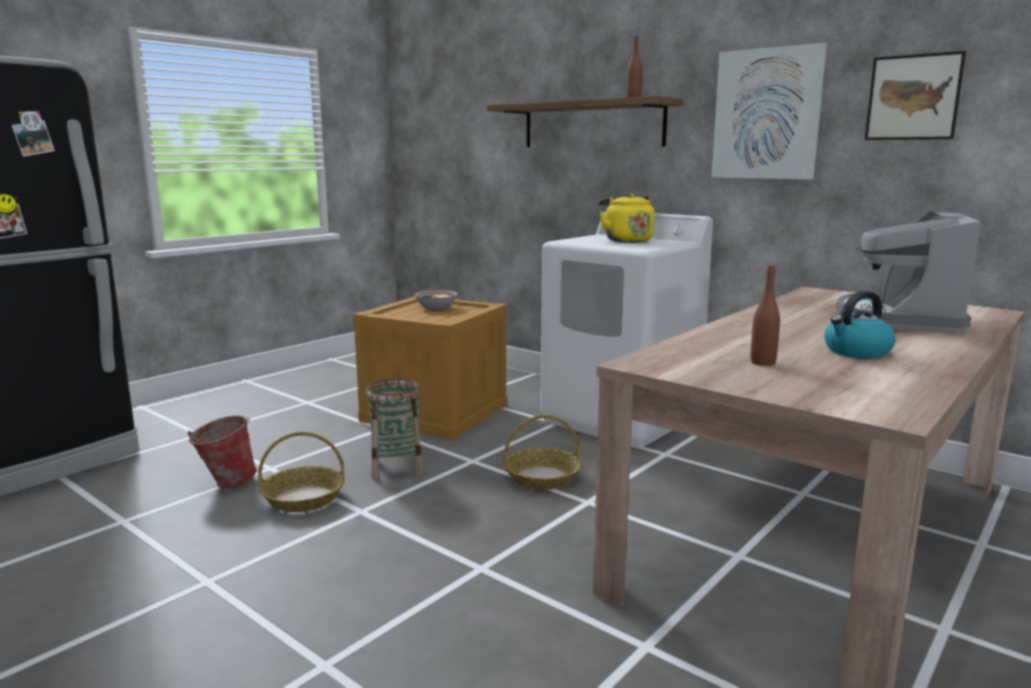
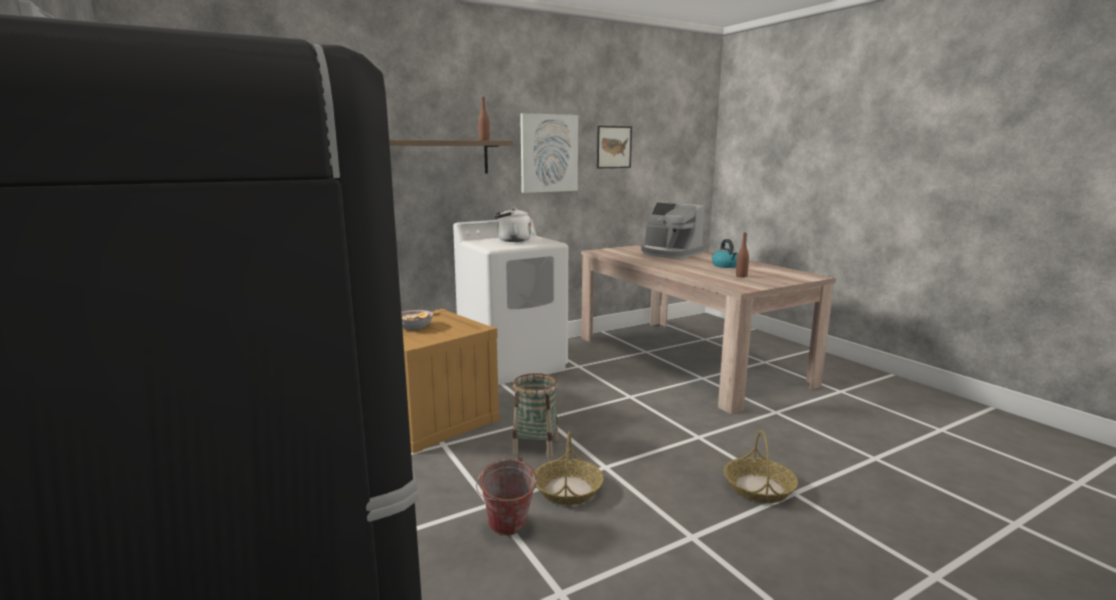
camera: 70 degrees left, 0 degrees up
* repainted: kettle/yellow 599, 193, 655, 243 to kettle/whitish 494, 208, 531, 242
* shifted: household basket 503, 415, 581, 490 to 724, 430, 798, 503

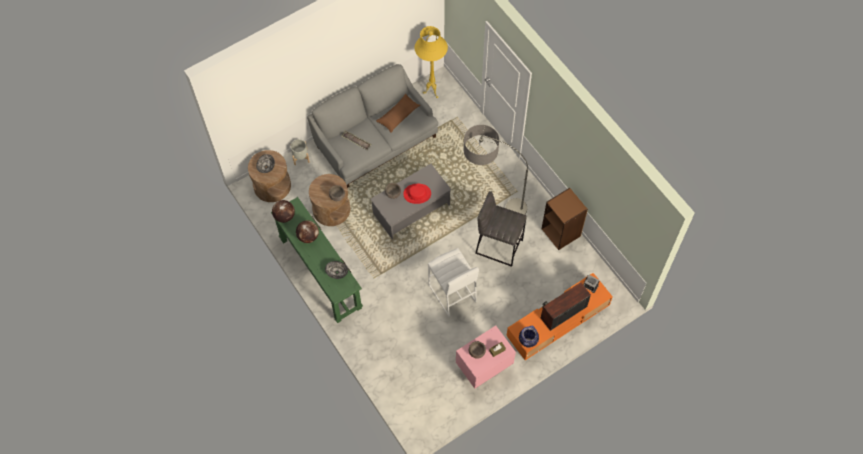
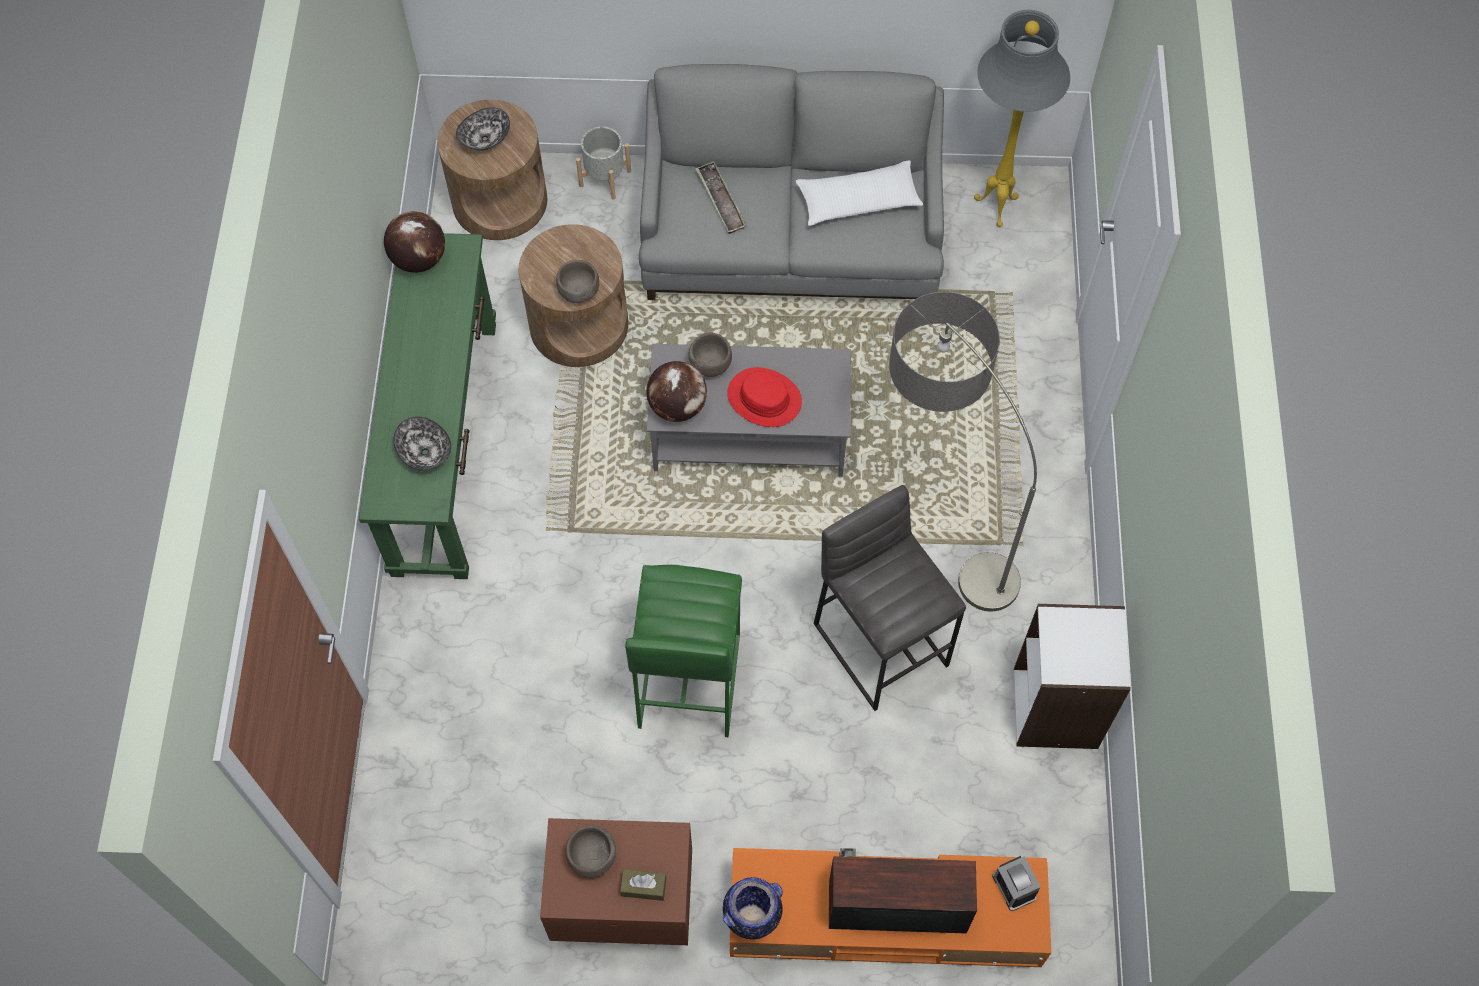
camera: 35 degrees right, 0 degrees up
* repainted: floor lamp/yellow 415, 26, 448, 98 to floor lamp/gray 974, 10, 1070, 227
* repainted: cushion/brown 376, 94, 420, 133 to cushion/whitish 796, 160, 923, 226
* repainted: bookshelf/brown 542, 188, 588, 250 to bookshelf/whitish 1014, 604, 1131, 749
* shifted: world globe 296, 220, 319, 243 to 646, 361, 707, 422
* repainted: sitting stool/whitish 428, 248, 479, 317 to sitting stool/green 625, 565, 742, 737
* repainted: night table/pink 456, 326, 516, 389 to night table/brown 540, 818, 692, 945

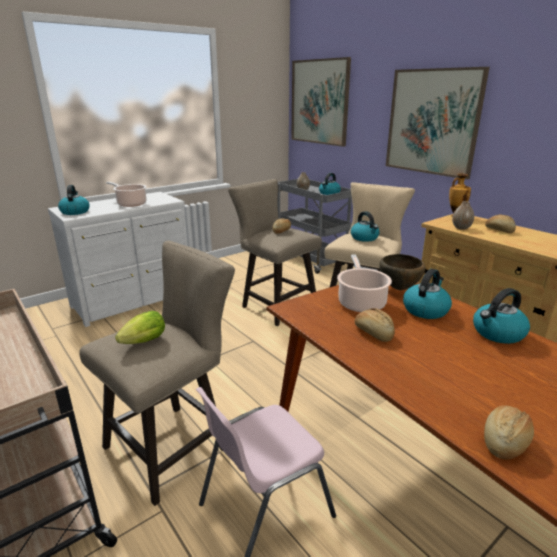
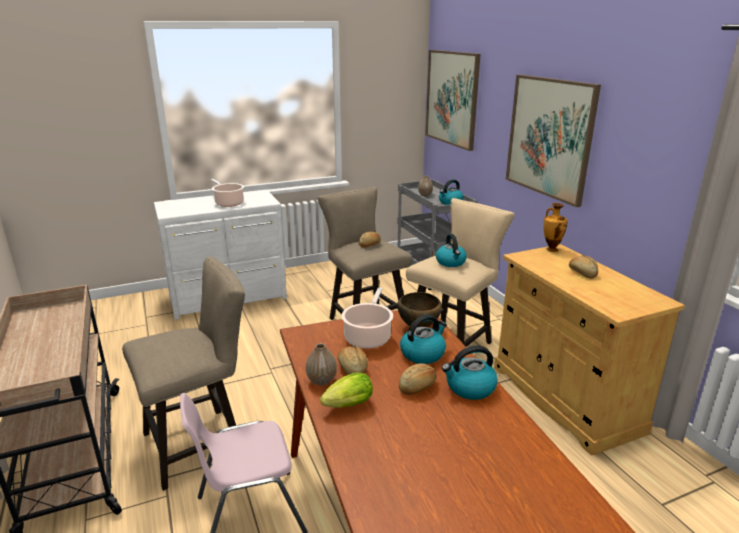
camera: 15 degrees right, 0 degrees up
* gone: kettle 58, 185, 89, 215
* shifted: vase 452, 201, 474, 230 to 306, 343, 337, 386
* shifted: lettuce 115, 311, 165, 344 to 320, 372, 373, 408
* shifted: baked bread 484, 405, 534, 459 to 399, 363, 437, 395

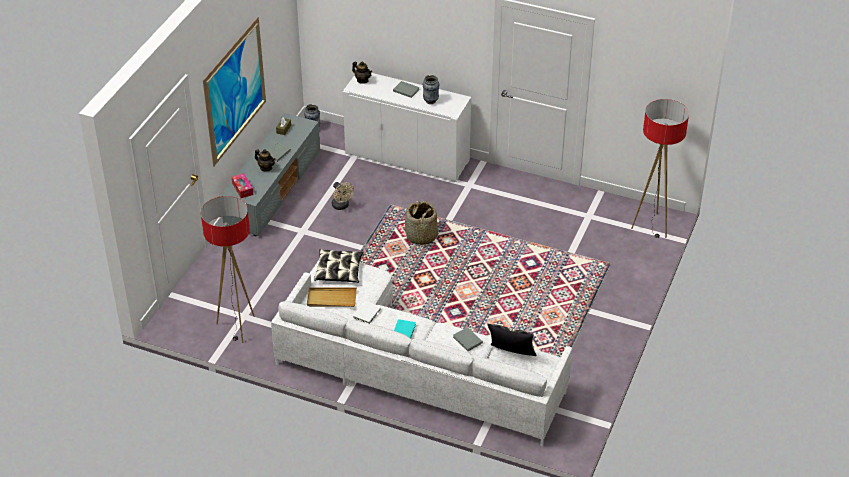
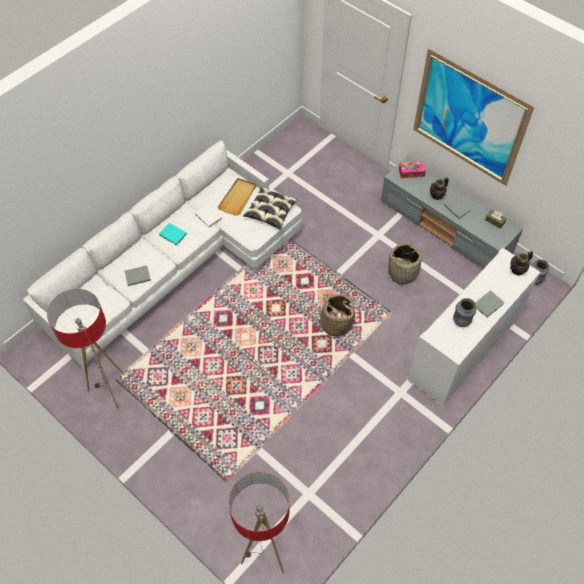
camera: 110 degrees right, 15 degrees up
* swapped: electric fan/beige-coloured 332, 182, 354, 210 to household basket 388, 243, 426, 285
* shifted: floor lamp 201, 196, 254, 343 to 47, 289, 125, 410
* gone: cushion 488, 324, 536, 356

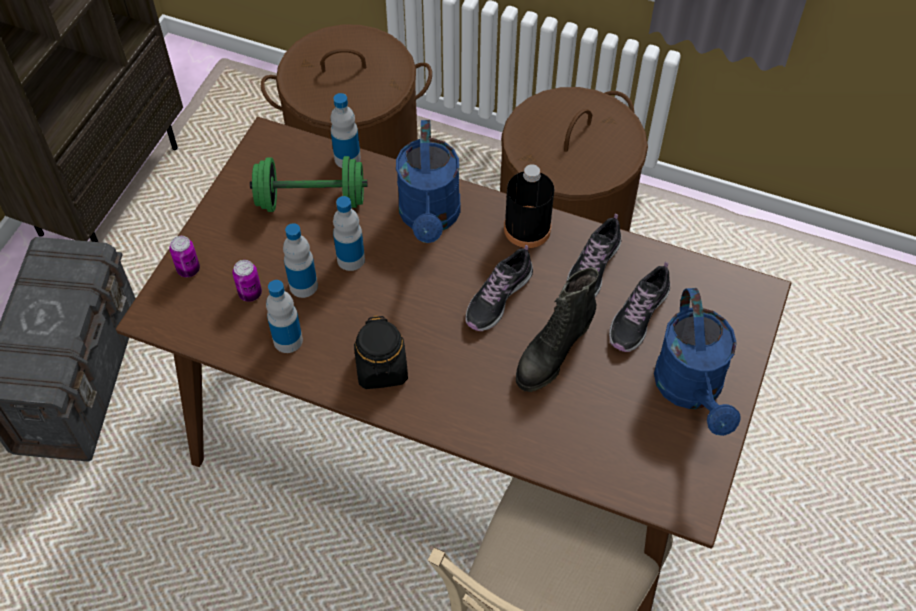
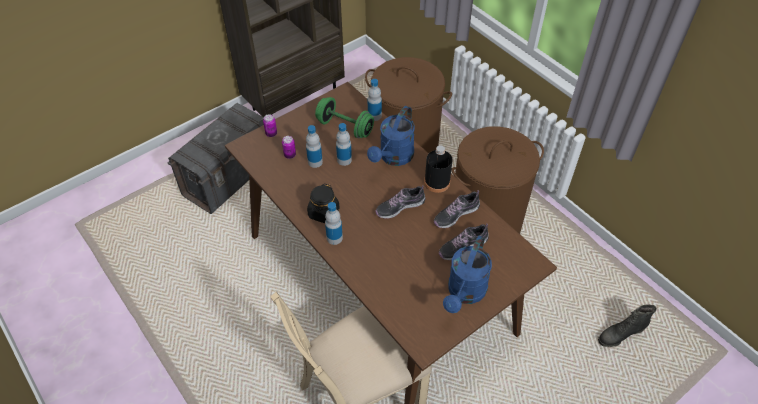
camera: 30 degrees right, 5 degrees down
* shifted: high-top boot/black 516, 267, 599, 392 to 598, 304, 657, 347
* shifted: drink bottle 266, 280, 303, 353 to 325, 202, 343, 245

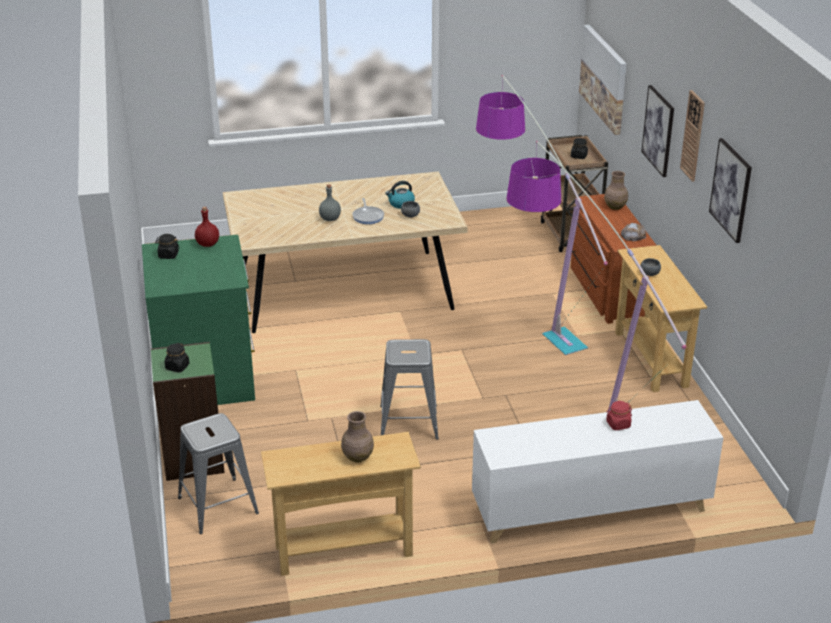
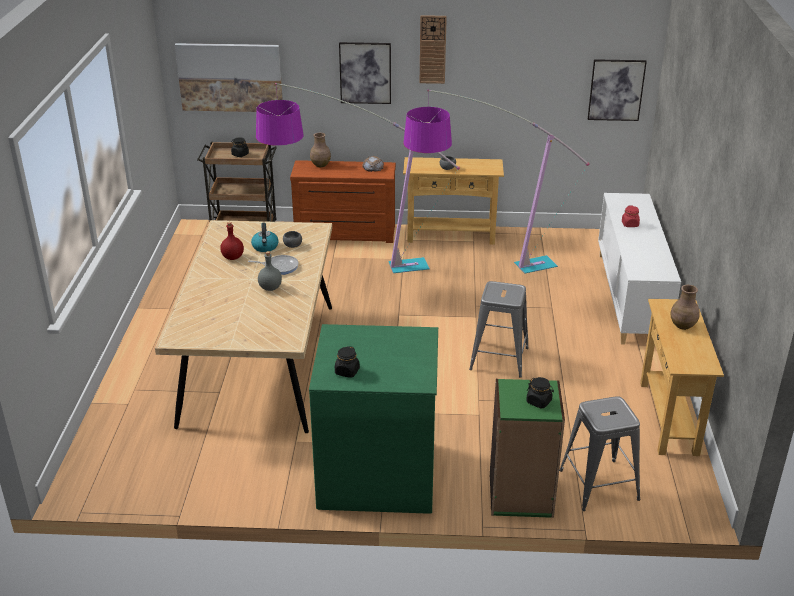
camera: 75 degrees left, 0 degrees up
* shifted: wall art 709, 138, 752, 243 to 588, 59, 647, 121
* shifted: drink bottle/red 195, 207, 219, 247 to 220, 222, 244, 260

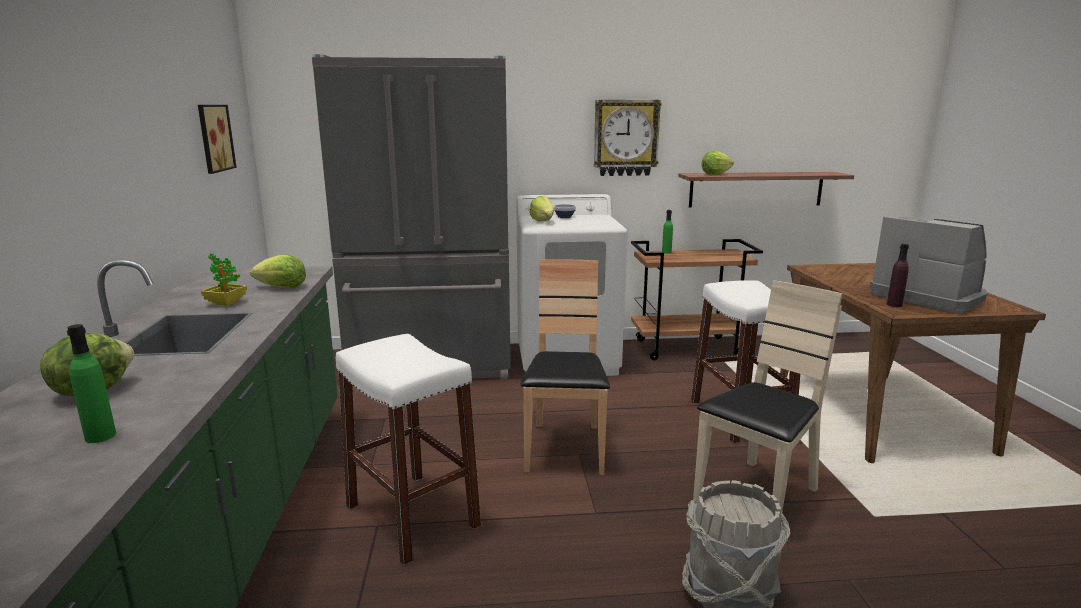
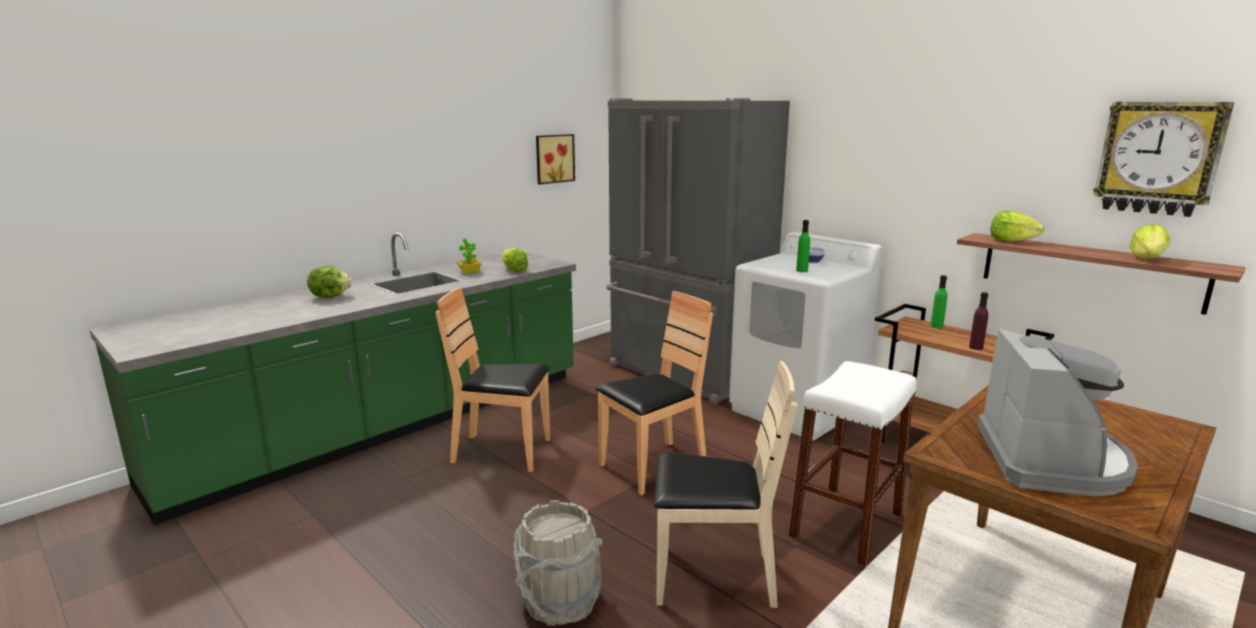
camera: 50 degrees right, 0 degrees up
* shifted: hanging clock 594, 100, 662, 176 to 1093, 102, 1234, 217
* shifted: lettuce 530, 196, 554, 222 to 1129, 224, 1170, 259
* shifted: drink bottle/purplish 887, 244, 909, 307 to 969, 292, 988, 350
* shifted: drink bottle/green 67, 324, 116, 443 to 796, 220, 810, 272
* swapped: sitting stool/whitish 336, 334, 481, 565 to upright chair/brown 435, 287, 550, 472

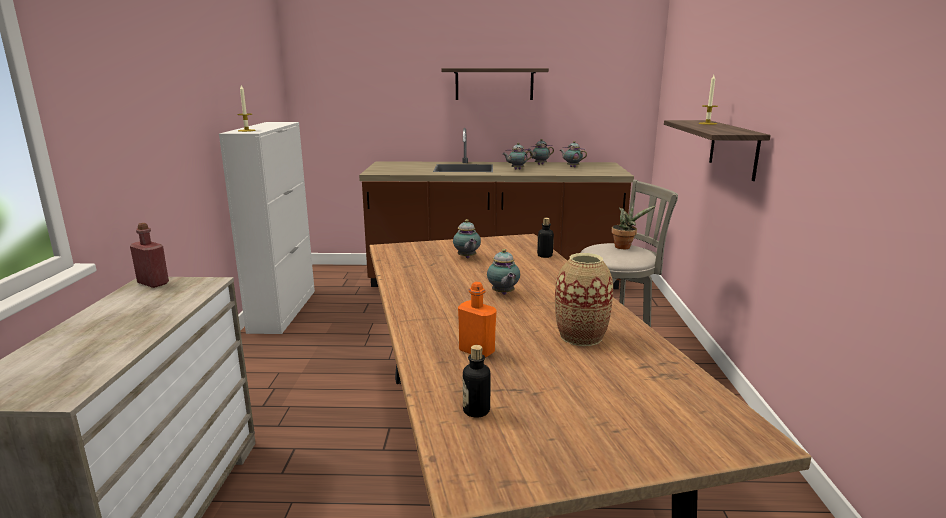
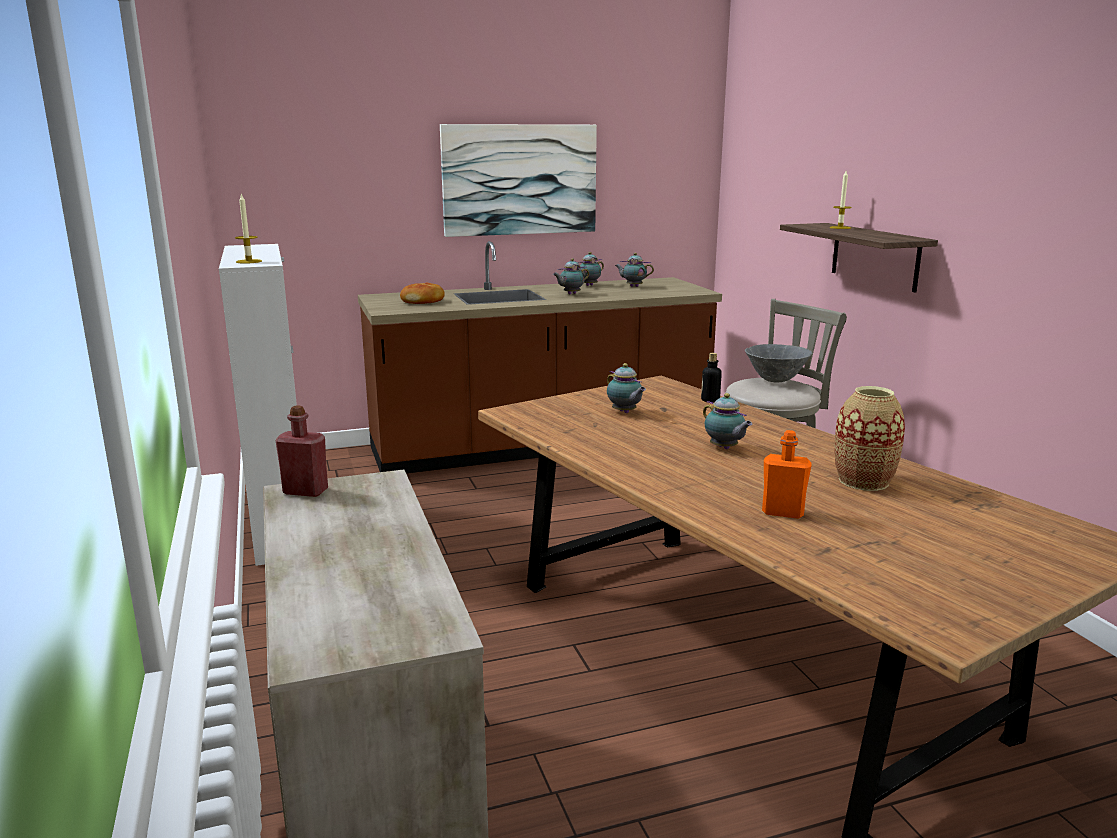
camera: 20 degrees left, 0 degrees up
* swapped: wall shelf 441, 68, 549, 100 to wall art 440, 124, 597, 237
* swapped: potted plant 612, 202, 656, 249 to serving bowl/gray 745, 344, 812, 383
* gone: drink bottle 463, 345, 491, 418
* new: baked bread 400, 283, 445, 304

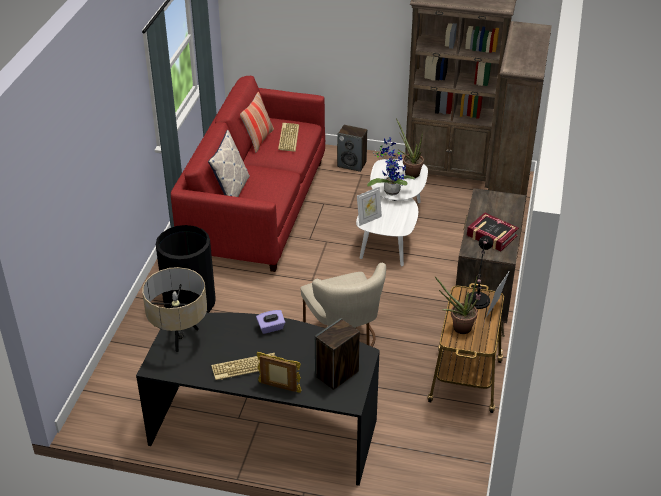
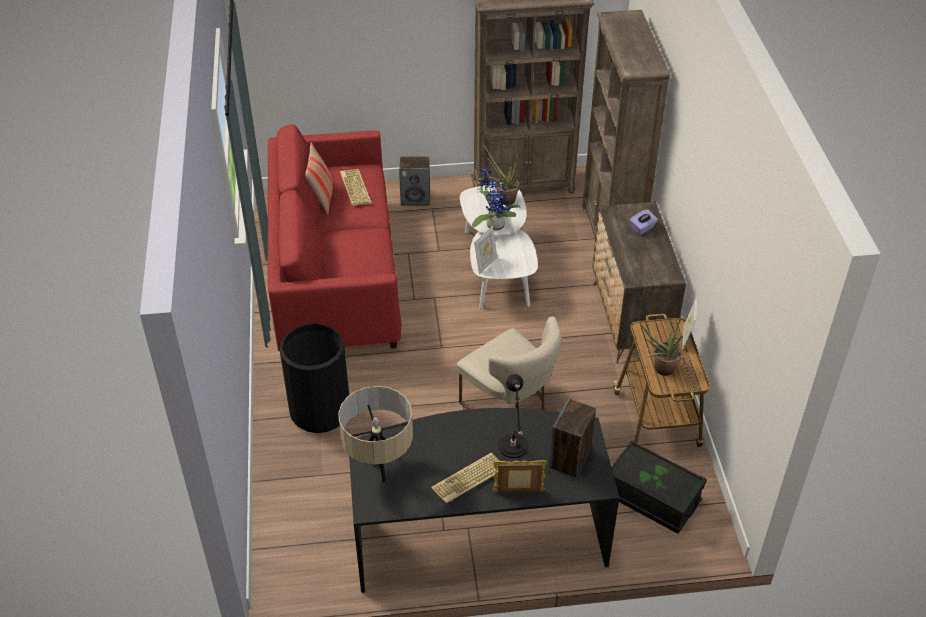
camera: 20 degrees left, 5 degrees up
* gone: cushion 208, 130, 250, 197
* gone: bound book 467, 213, 519, 251
* shifted: lamp for a table/black 468, 236, 493, 309 to 499, 374, 528, 458
* shifted: tissue holder/purplish 256, 310, 285, 334 to 630, 209, 658, 235
* new: storage box/black 611, 440, 707, 534

